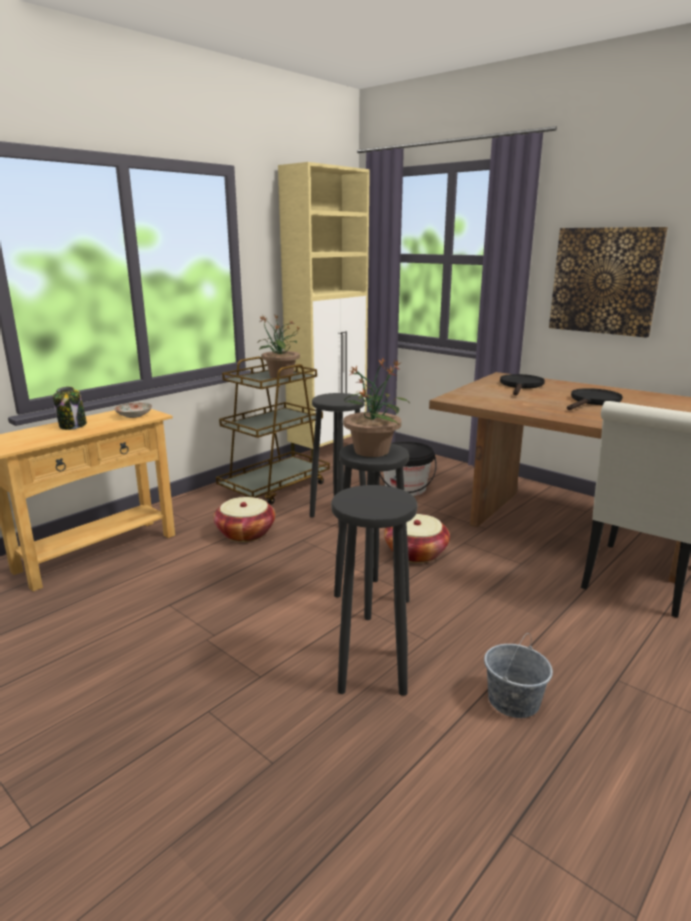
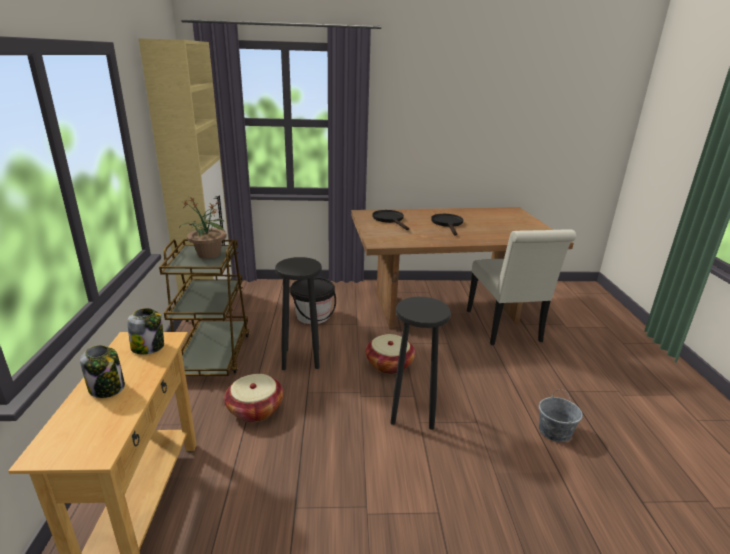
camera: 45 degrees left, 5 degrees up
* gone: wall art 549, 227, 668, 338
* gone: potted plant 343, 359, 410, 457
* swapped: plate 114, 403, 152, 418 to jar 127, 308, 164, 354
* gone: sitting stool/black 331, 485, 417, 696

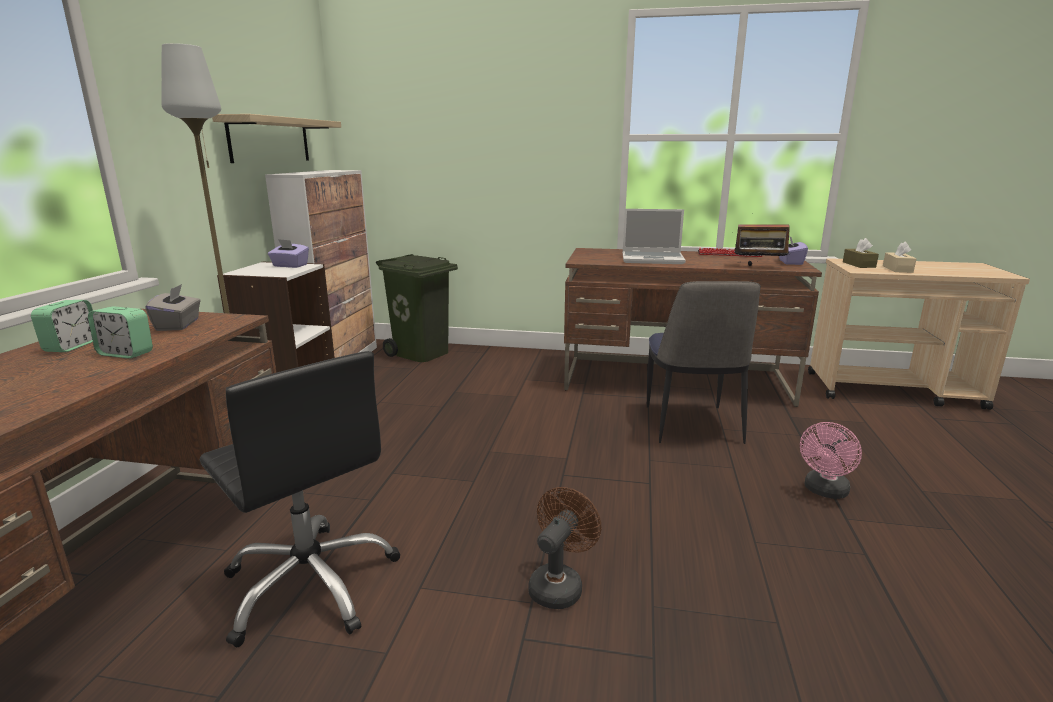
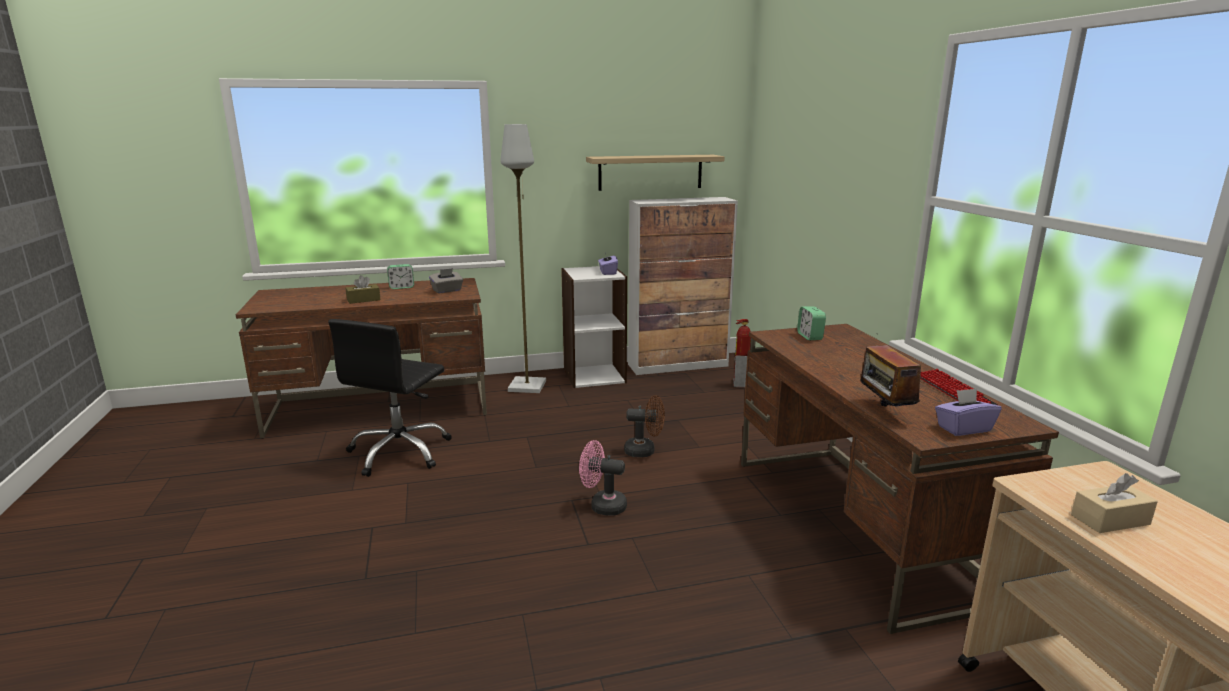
camera: 65 degrees right, 0 degrees up
* gone: portable computer 623, 209, 686, 264
* shifted: tissue holder/brown 843, 238, 879, 268 to 346, 275, 381, 304
* swapped: waste bin/green 376, 254, 458, 362 to fire extinguisher 733, 319, 751, 388
* gone: upright chair 647, 281, 761, 444
* shifted: alarm clock 88, 306, 153, 358 to 797, 306, 826, 340
* shifted: electric fan/pink 800, 422, 862, 499 to 579, 440, 627, 516
* shifted: electric fan/brown 528, 487, 601, 609 to 624, 395, 665, 457

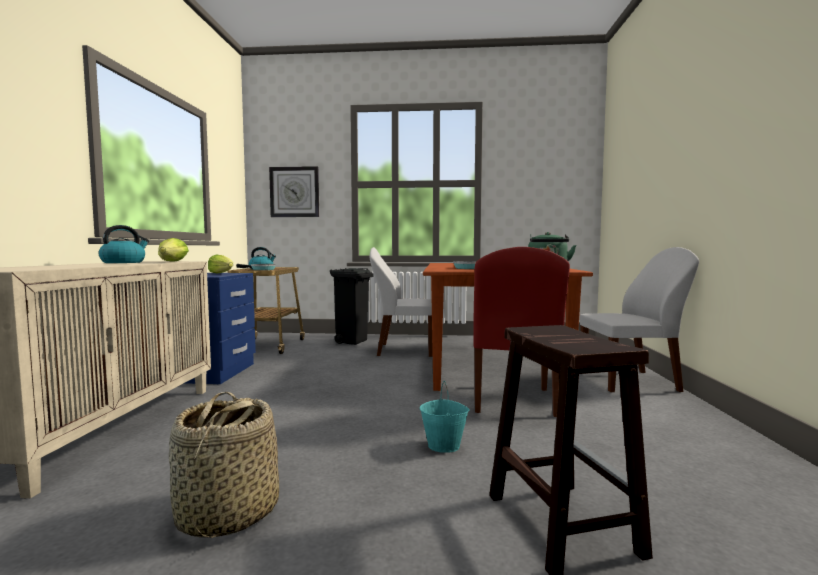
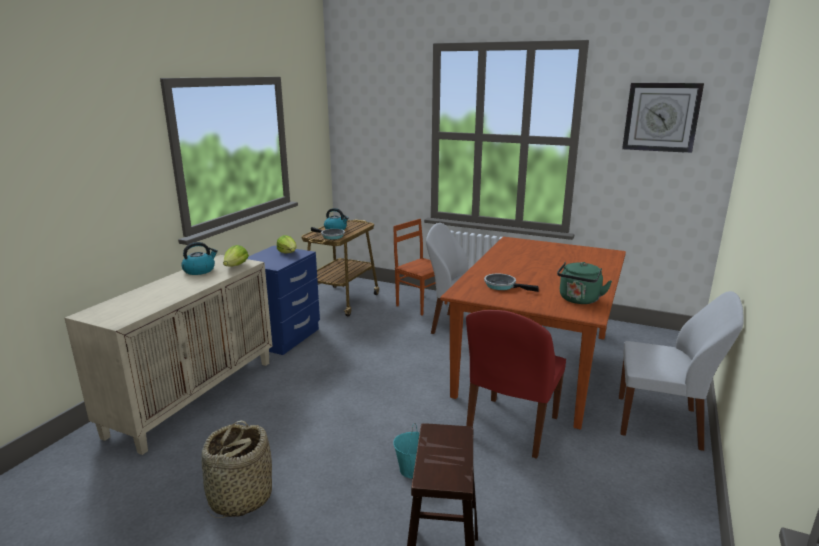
camera: 20 degrees right, 15 degrees up
* shifted: hanging clock 269, 166, 319, 217 to 622, 83, 704, 153
* swapped: waste bin/black 330, 268, 374, 345 to upright chair/brown 393, 219, 447, 316

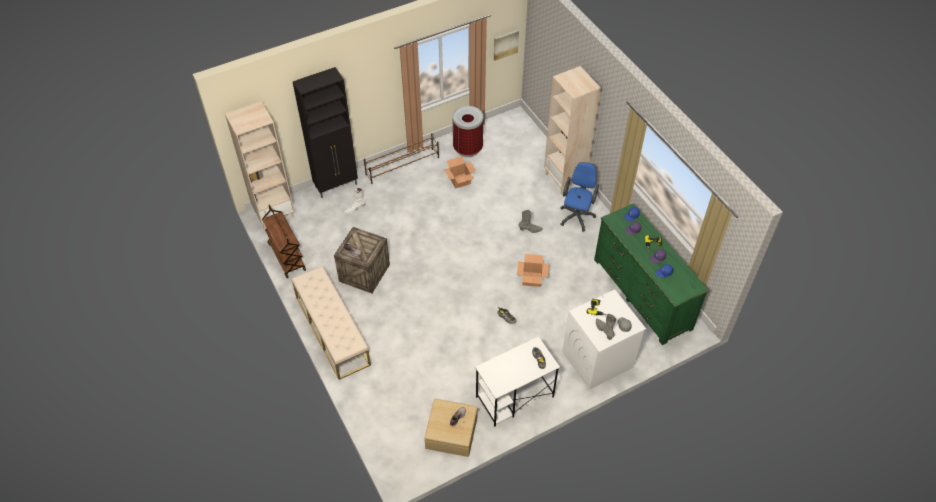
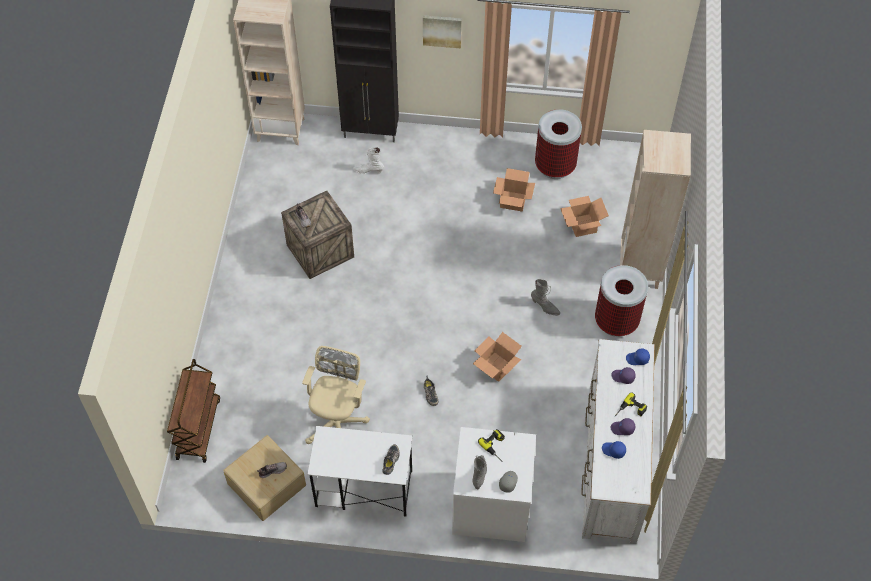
camera: 35 degrees right, 5 degrees up
* shifted: wall art 494, 30, 519, 61 to 423, 15, 462, 49
* gone: shoe stand/brown 364, 133, 439, 184
* swapped: computer chair/blue-coloured 560, 162, 599, 232 to waste bin 595, 265, 648, 337
* repainted: dresser/green 594, 204, 709, 345 to dresser/whitish 581, 339, 655, 544
* shifted: wheeled cart/brown 262, 205, 306, 278 to 167, 359, 220, 463
* gone: long seat/beige-coloured 292, 266, 371, 380
* new: cardboard box 560, 196, 609, 237
* new: computer chair/beige-coloured 302, 346, 370, 444

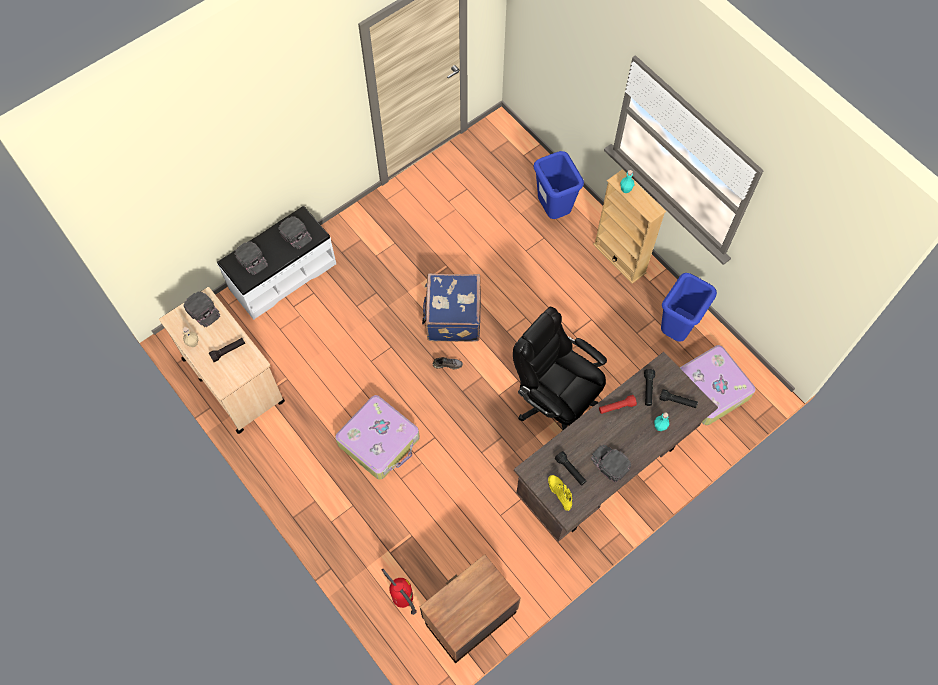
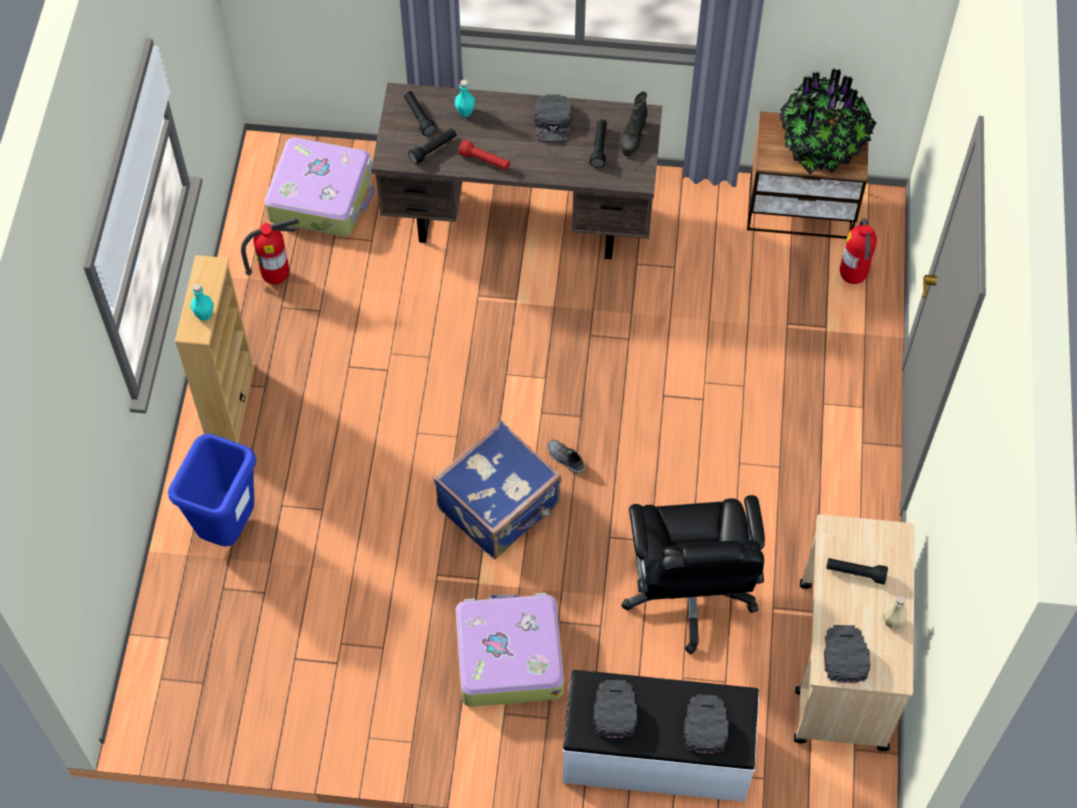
camera: 135 degrees left, 5 degrees down
* swapped: waste bin/blue-coloured 661, 273, 717, 342 to fire extinguisher 241, 218, 299, 285
* shifted: computer chair/black 513, 307, 607, 430 to 621, 495, 765, 654
* shifted: travel case 335, 395, 420, 480 to 456, 593, 564, 707
* repainted: high-top boot/yellow 548, 475, 572, 511 to high-top boot/black 621, 91, 648, 156
* new: potted plant 780, 68, 876, 175

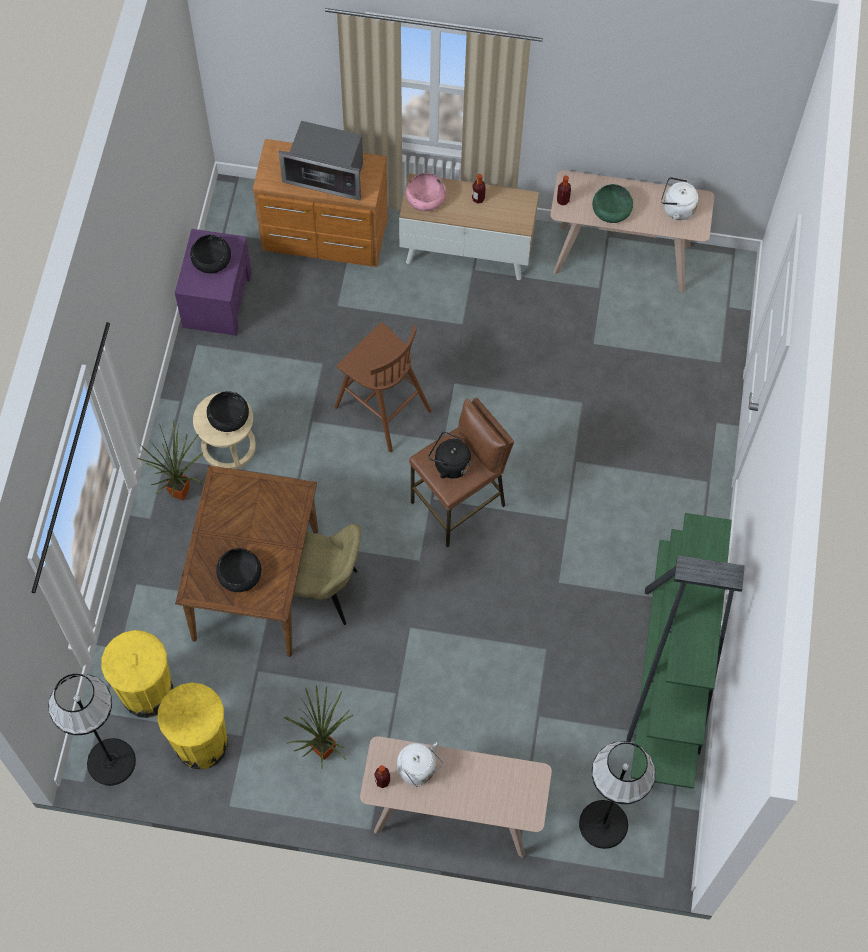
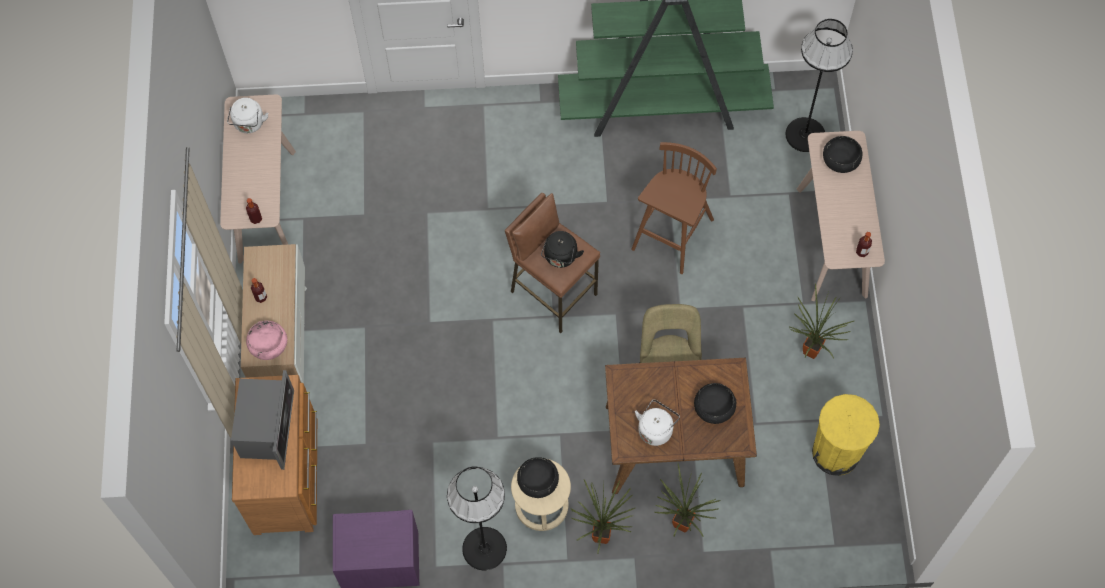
camera: 100 degrees left, 0 degrees up
* gone: serving bowl/green 592, 184, 633, 223
* shifted: serving bowl/black 190, 235, 231, 273 to 823, 136, 862, 173
* shifted: sitting stool/brown 335, 322, 432, 452 to 631, 142, 717, 274
* gone: waste bin/yellow 101, 630, 173, 718
* shifted: floor lamp/black 48, 674, 136, 786 to 447, 466, 507, 570
* shifted: kettle/whitish 397, 742, 443, 787 to 635, 400, 680, 446
* new: potted plant 655, 463, 721, 537

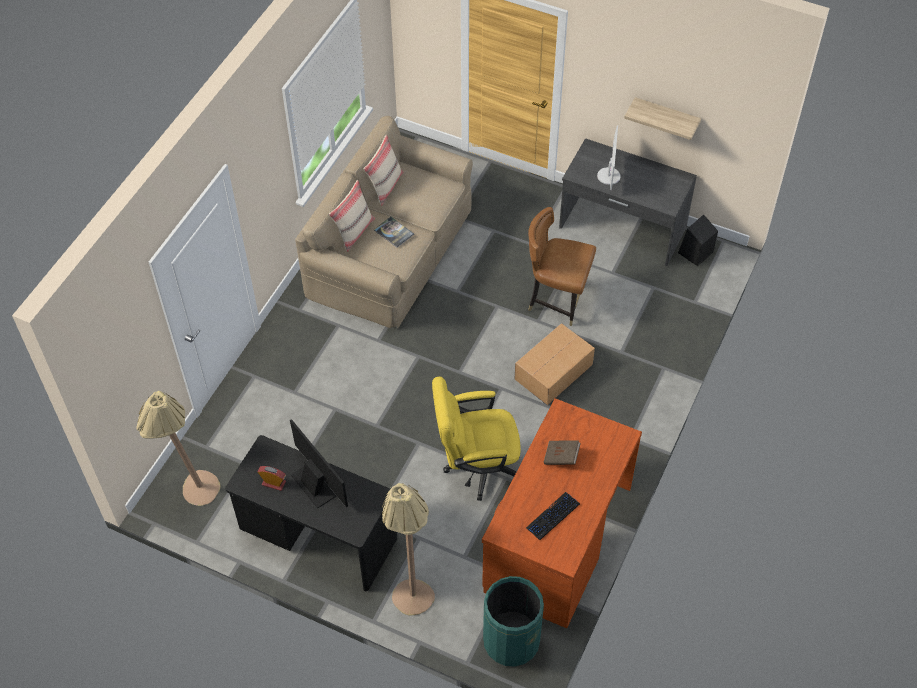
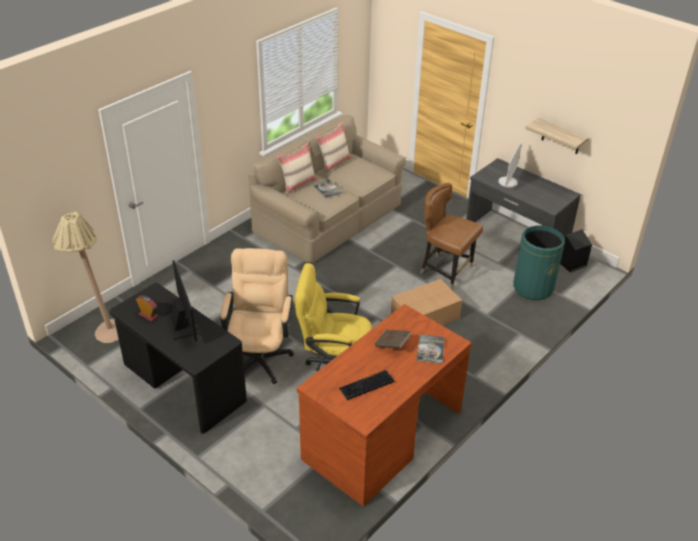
camera: 15 degrees right, 15 degrees down
* gone: floor lamp/beige-coloured 382, 483, 435, 616
* shifted: waste bin/green 483, 576, 544, 667 to 513, 225, 565, 300
* new: computer chair/beige-coloured 221, 248, 294, 384
* new: bound book 416, 335, 445, 364

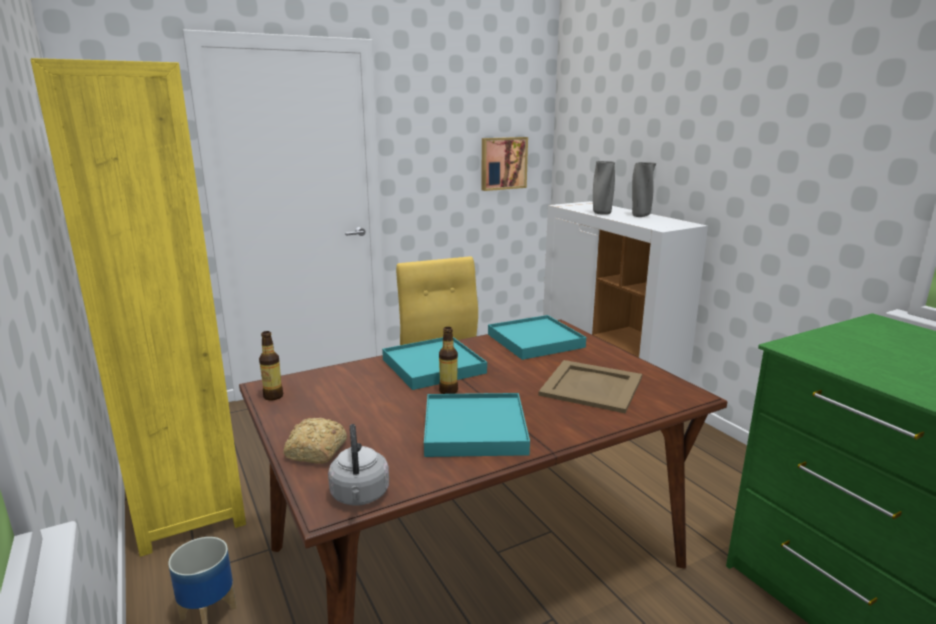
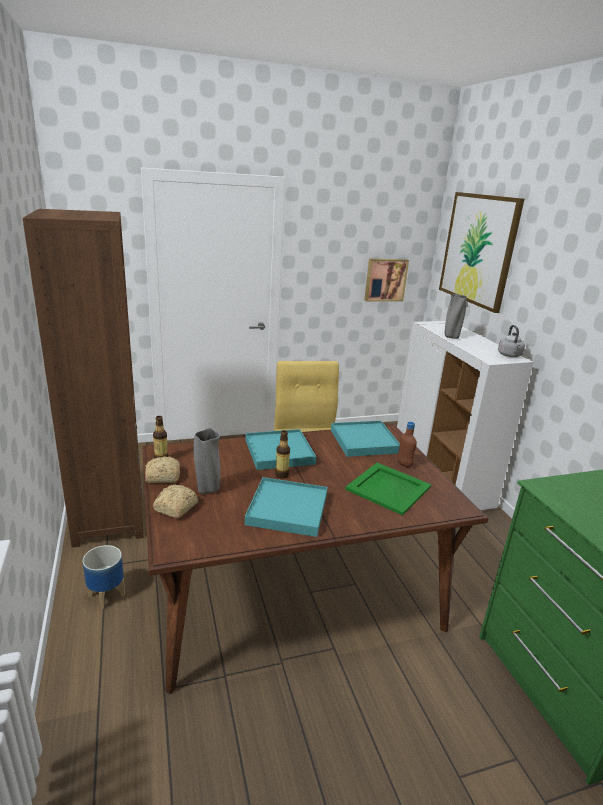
camera: 10 degrees right, 5 degrees up
* repainted: bookshelf/yellow 30, 58, 246, 557 to bookshelf/brown 23, 209, 144, 548
* shifted: vase/gray 632, 162, 656, 217 to 193, 428, 221, 494
* repainted: tray/beige-coloured 538, 360, 642, 413 to tray/green 345, 463, 431, 516
* shifted: kettle/gray 328, 424, 389, 506 to 498, 325, 525, 357
* new: wall art 439, 192, 525, 313
* new: drink bottle/brown 397, 422, 417, 468
* new: baked bread 145, 456, 180, 483

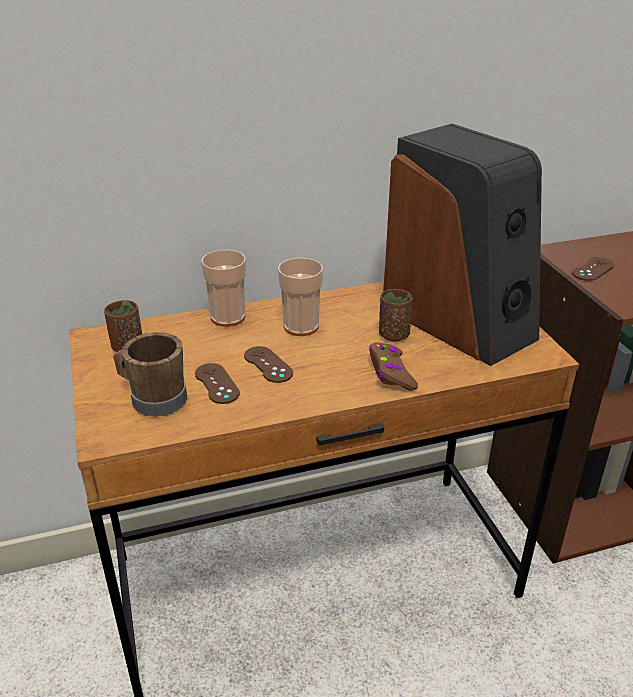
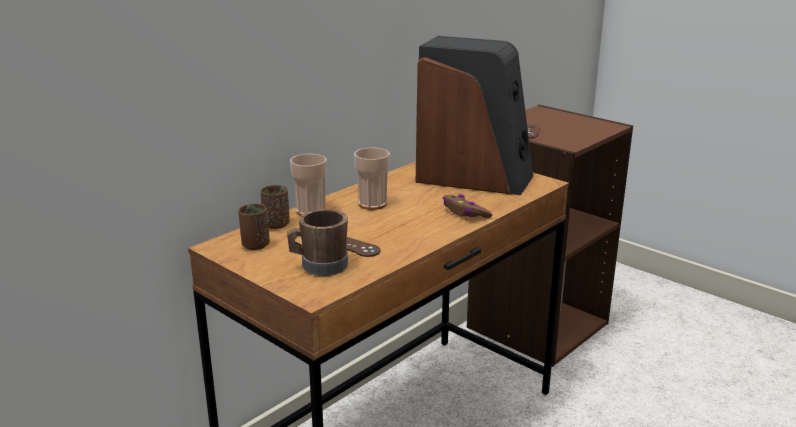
camera: 30 degrees left, 10 degrees down
* shifted: cup/brown 379, 289, 413, 341 to 261, 185, 290, 229
* gone: joypad/brown 244, 346, 293, 383

